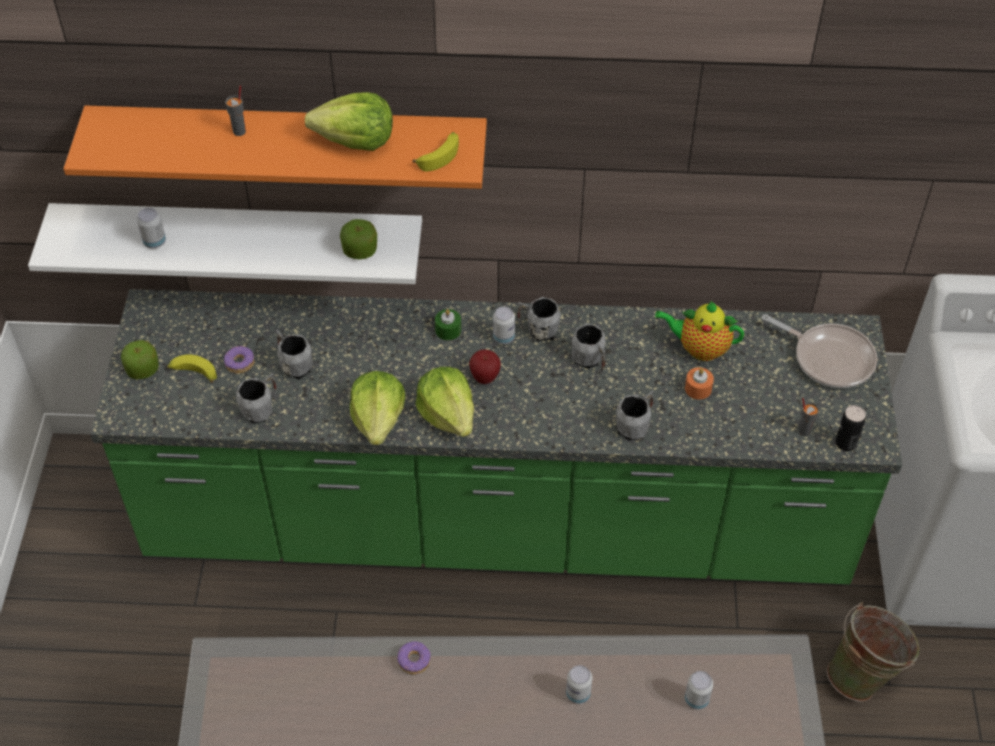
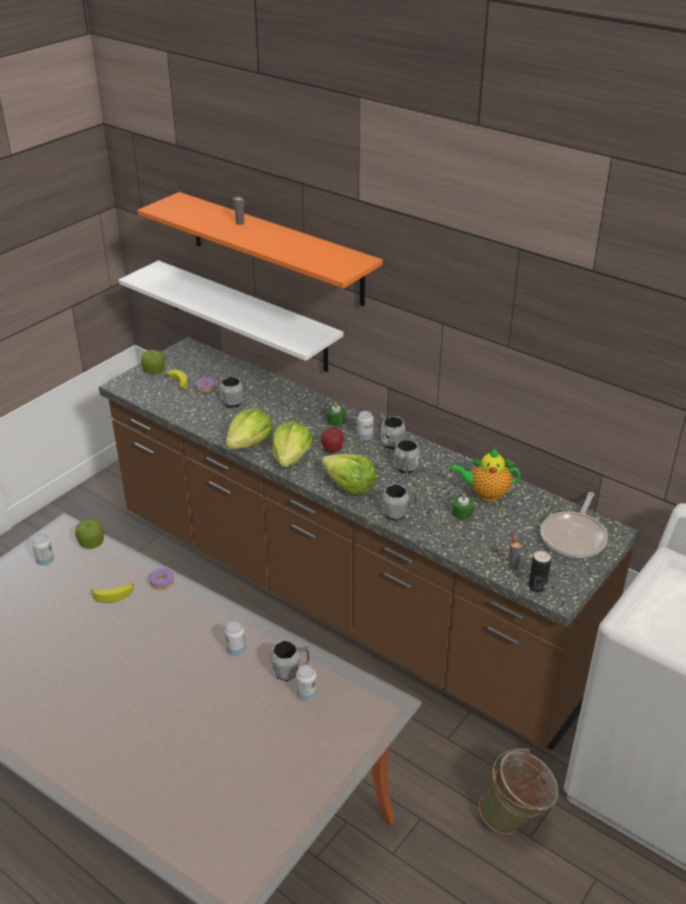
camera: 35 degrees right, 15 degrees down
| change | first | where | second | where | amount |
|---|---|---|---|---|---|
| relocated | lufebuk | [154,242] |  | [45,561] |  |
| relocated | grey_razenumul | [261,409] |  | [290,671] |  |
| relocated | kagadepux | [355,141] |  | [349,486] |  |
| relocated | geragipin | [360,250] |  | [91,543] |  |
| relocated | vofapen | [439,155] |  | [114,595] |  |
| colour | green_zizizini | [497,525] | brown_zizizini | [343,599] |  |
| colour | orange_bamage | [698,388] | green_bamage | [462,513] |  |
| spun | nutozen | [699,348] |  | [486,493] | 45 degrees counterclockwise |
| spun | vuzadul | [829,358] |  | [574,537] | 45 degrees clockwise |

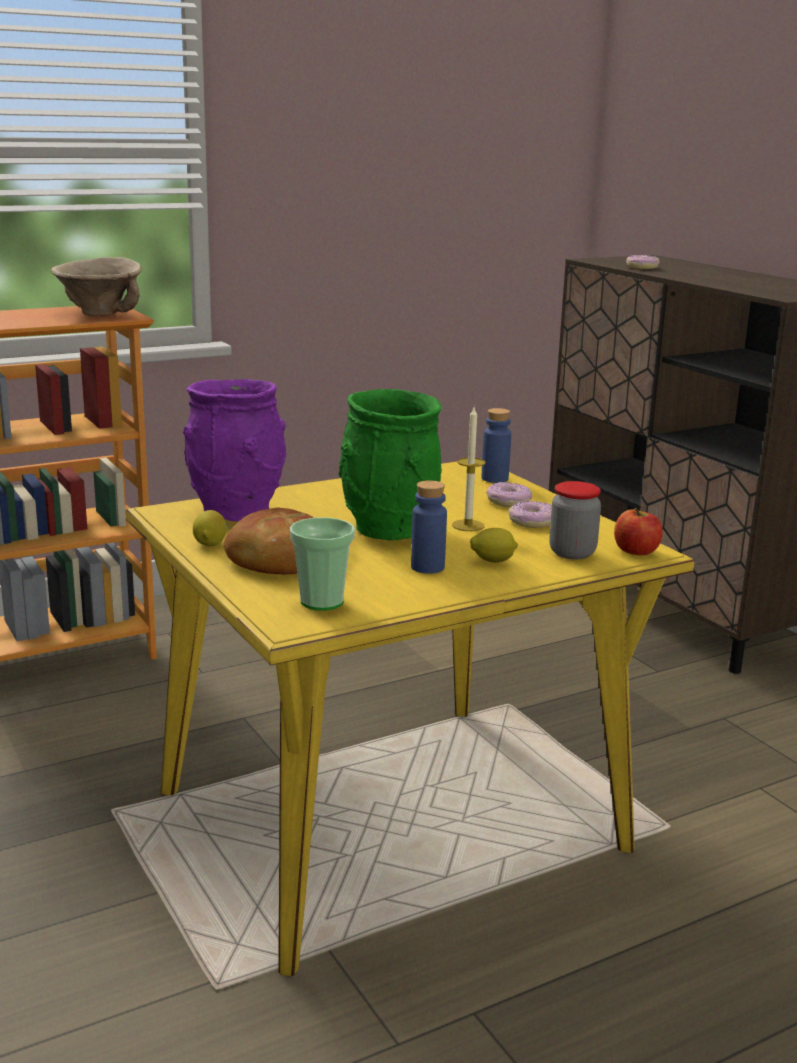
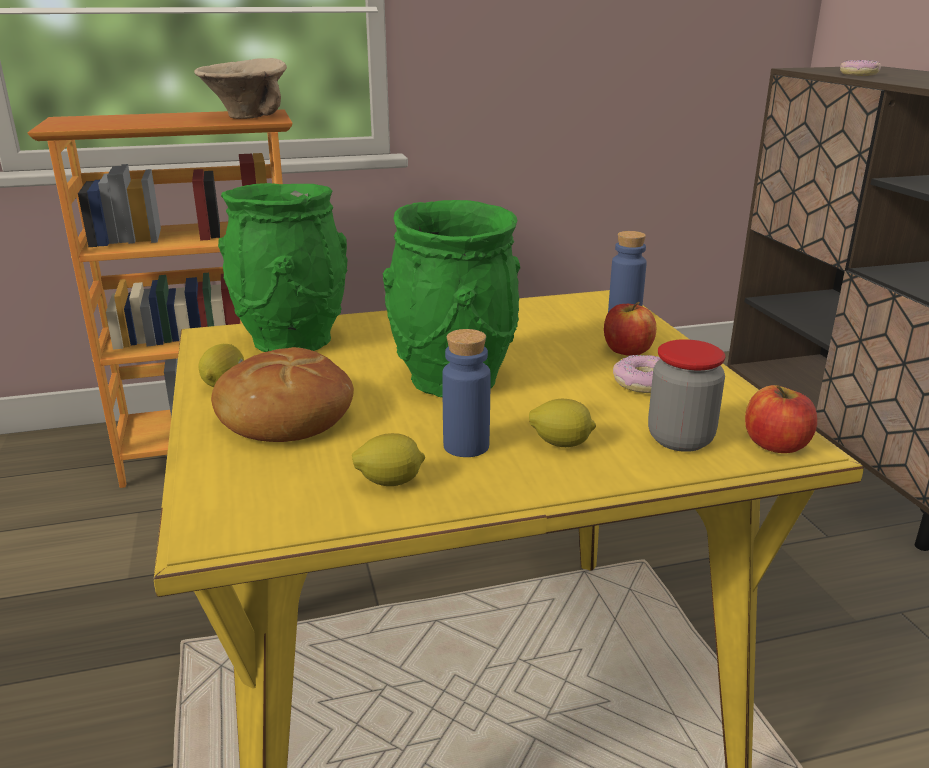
camera: 15 degrees right, 5 degrees up
| change | first | where | second | where | amount |
|---|---|---|---|---|---|
| missing | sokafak | [322,601] |  |  |  |
| missing | bamage | [468,525] |  |  |  |
| appeared |  |  | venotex | [390,482] |  |
| exchanged | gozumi | [509,502] | geragipin | [627,351] |  |
| colour | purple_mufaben | [237,511] | green_mufaben | [294,341] |  |

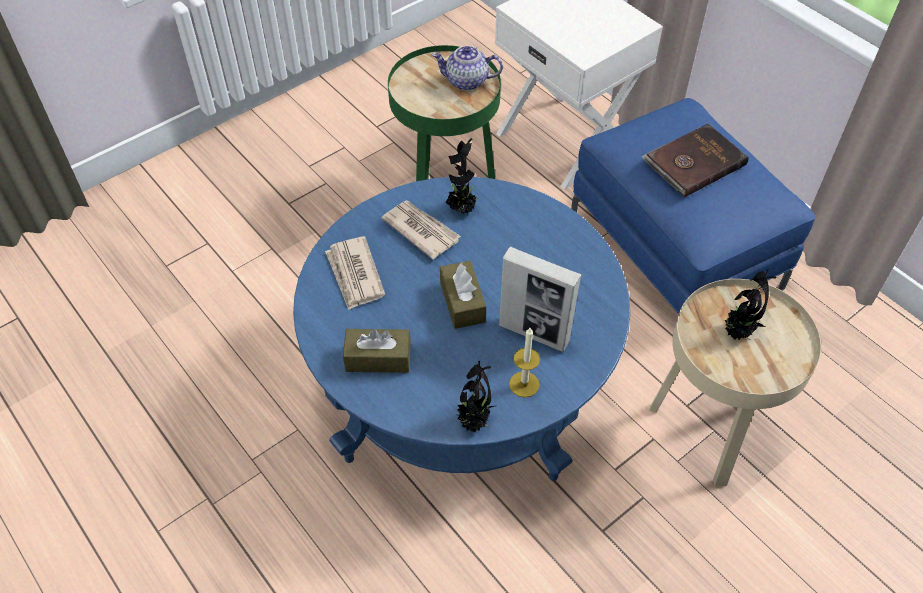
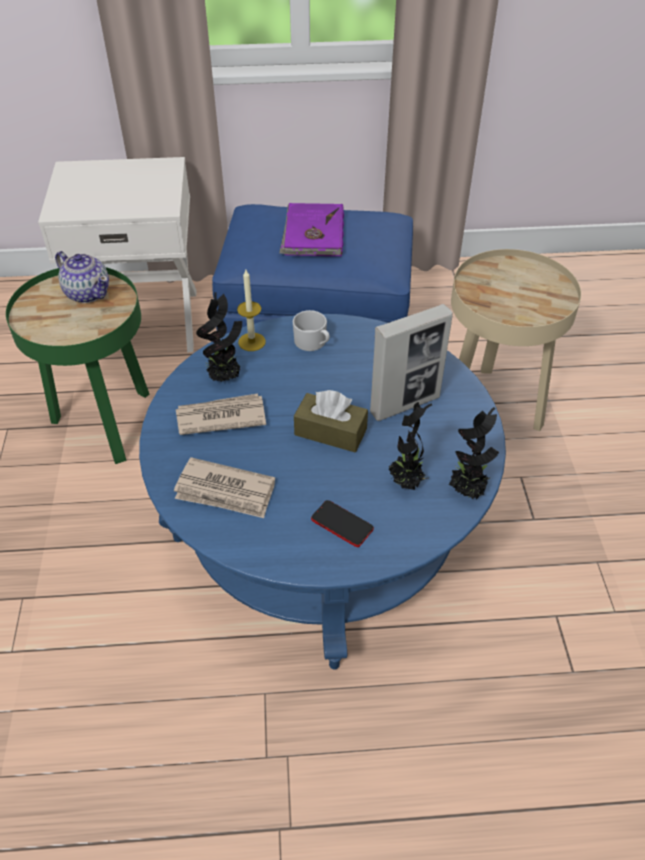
camera: 55 degrees left, 5 degrees down
| change | first | where | second | where | amount |
|---|---|---|---|---|---|
| appeared |  |  | white_razenumul | [313,343] |  |
| relocated | bamage | [524,384] |  | [252,342] |  |
| relocated | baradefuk | [738,333] |  | [407,482] |  |
| exchanged | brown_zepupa | [378,358] | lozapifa | [342,524] |  |
| colour | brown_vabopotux | [693,162] | purple_vabopotux | [312,234] |  |
| spun | nutozen | [467,81] |  | [87,293] | 90 degrees counterclockwise |

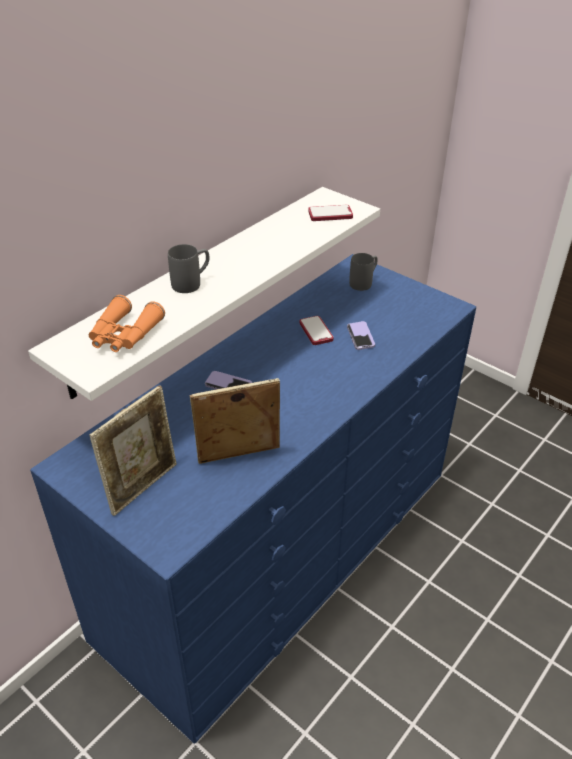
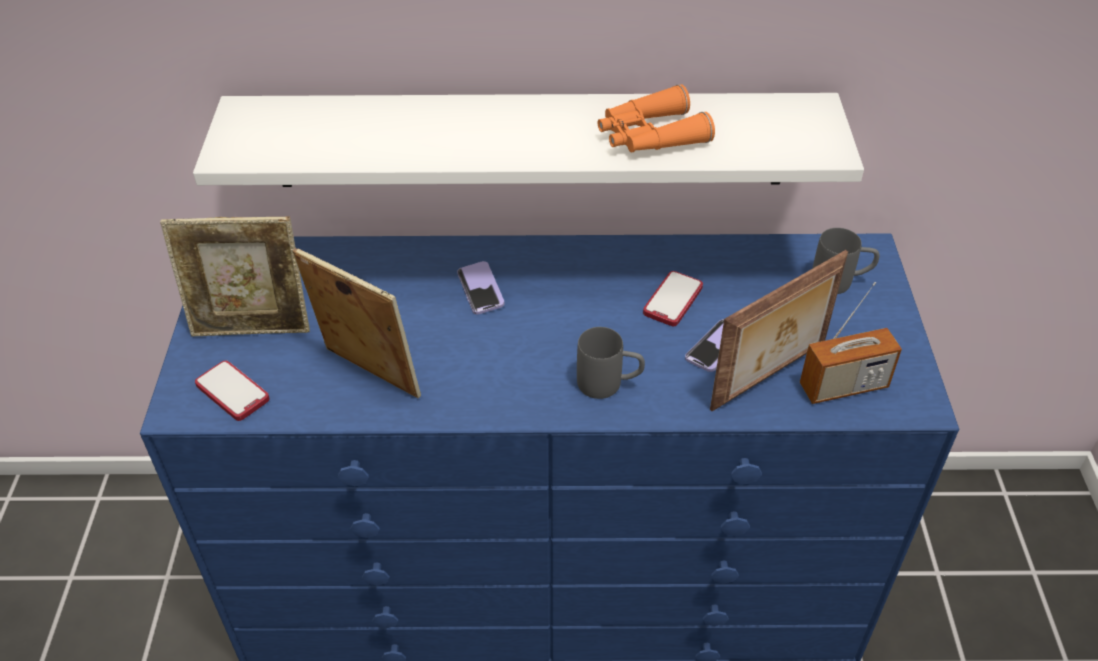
camera: 50 degrees right, 5 degrees up
| change | first | where | second | where | amount |
|---|---|---|---|---|---|
| appeared |  |  | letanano | [770,376] |  |
| appeared |  |  | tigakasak | [843,386] |  |
| relocated | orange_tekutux | [124,335] |  | [650,136] |  |
| relocated | grey_razenumul | [192,283] |  | [609,384] |  |
| relocated | lozapifa | [330,214] |  | [232,392] |  |

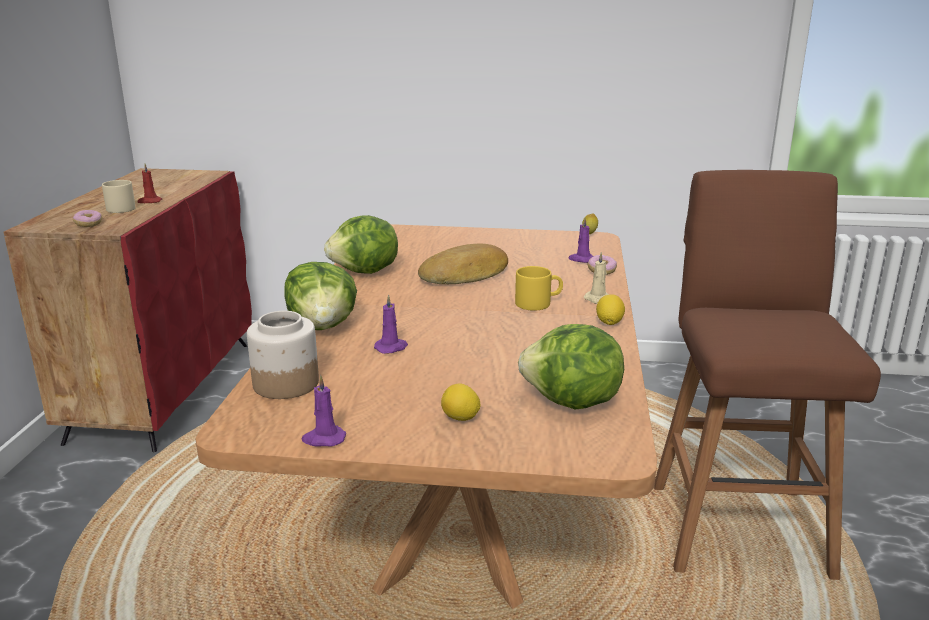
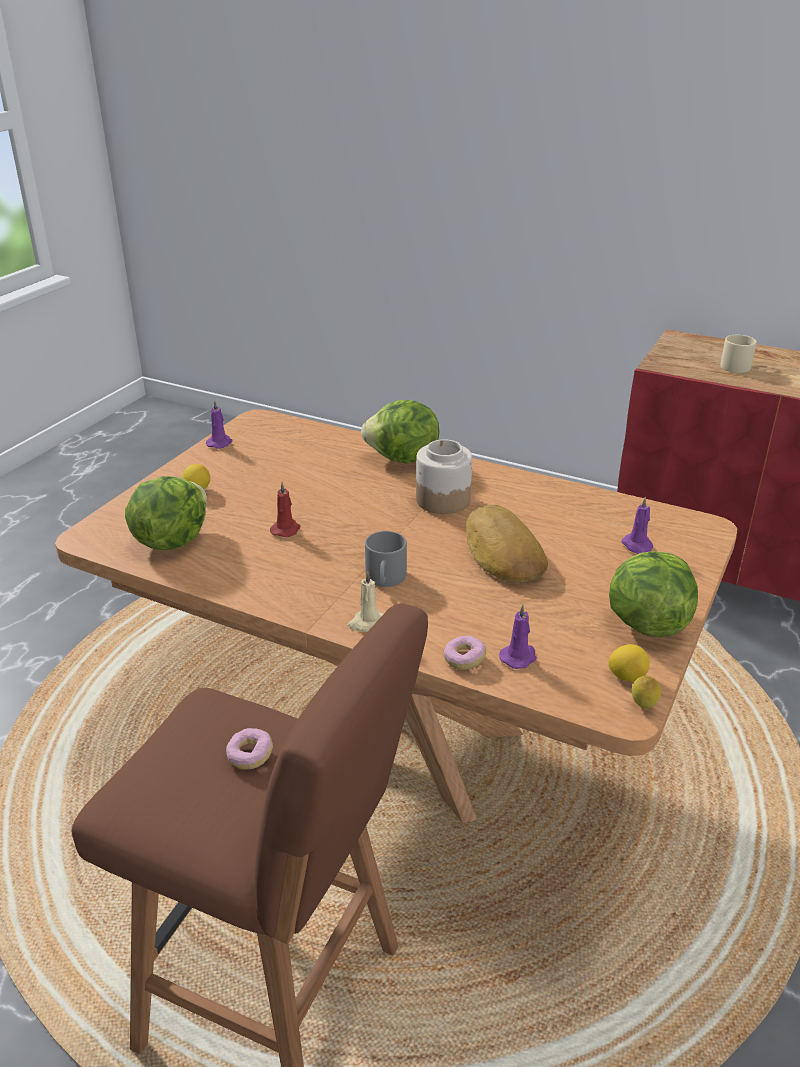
camera: 110 degrees right, 10 degrees up
| change | first | where | second | where | amount |
|---|---|---|---|---|---|
| relocated | gozumi | [88,224] |  | [250,756] |  |
| relocated | red_bamage | [149,201] |  | [286,529] |  |
| relocated | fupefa | [285,384] |  | [442,500] |  |
| relocated | kagadepux | [365,272] |  | [646,623] |  |
| relocated | purple_bamage | [391,348] |  | [638,546] |  |
| relocated | venotex | [609,322] |  | [626,676] |  |
| colour | yellow_razenumul | [538,303] | grey_razenumul | [386,579] |  |

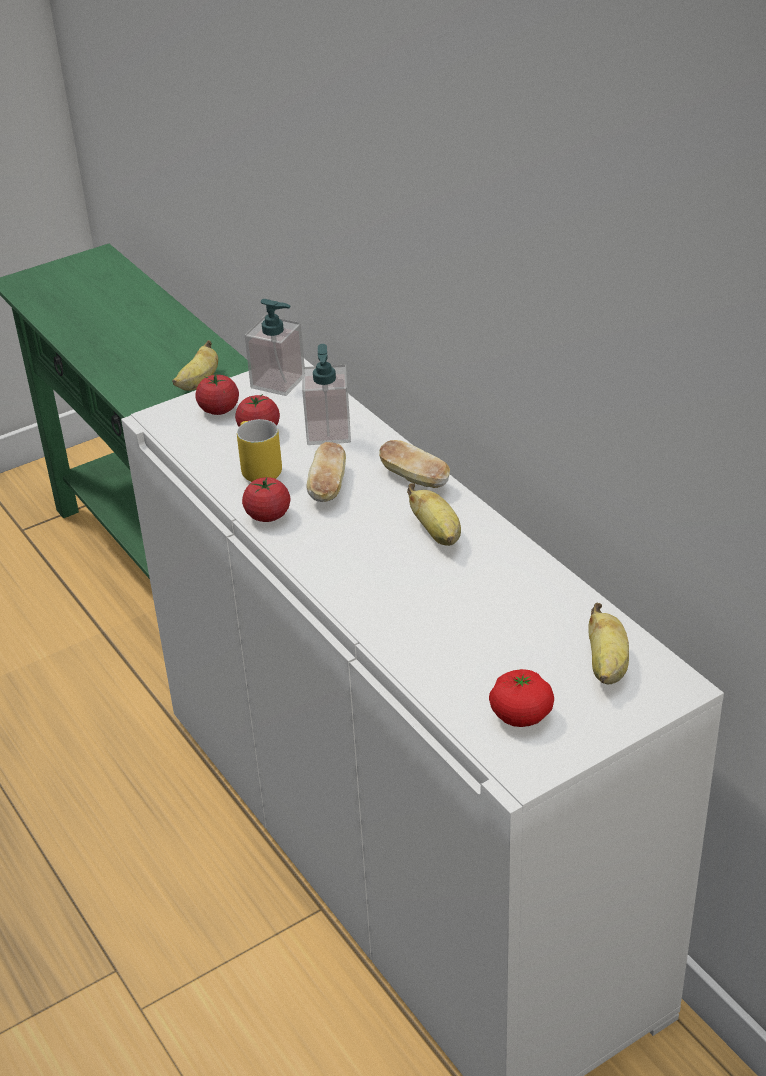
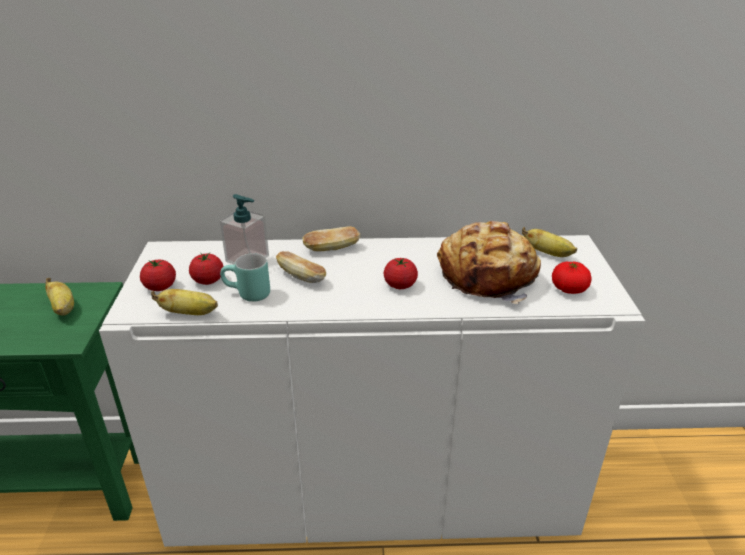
camera: 60 degrees left, 5 degrees down
| change | first | where | second | where | amount |
|---|---|---|---|---|---|
| missing | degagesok | [278,382] |  |  |  |
| appeared |  |  | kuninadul | [488,275] |  |
| relocated | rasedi | [268,515] |  | [400,285] |  |
| relocated | vofapen | [437,534] |  | [190,313] |  |
| colour | yellow_razenumul | [255,469] | turquoise_razenumul | [247,295] |  |

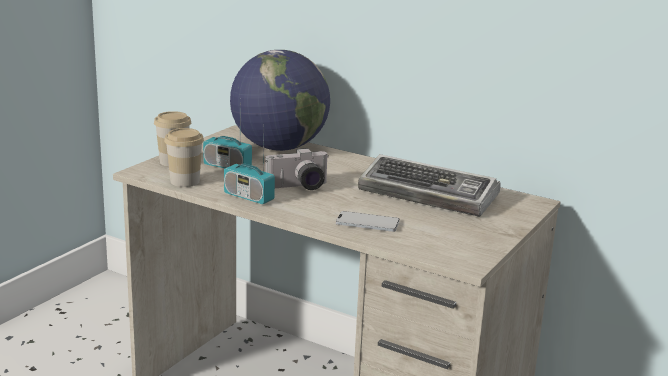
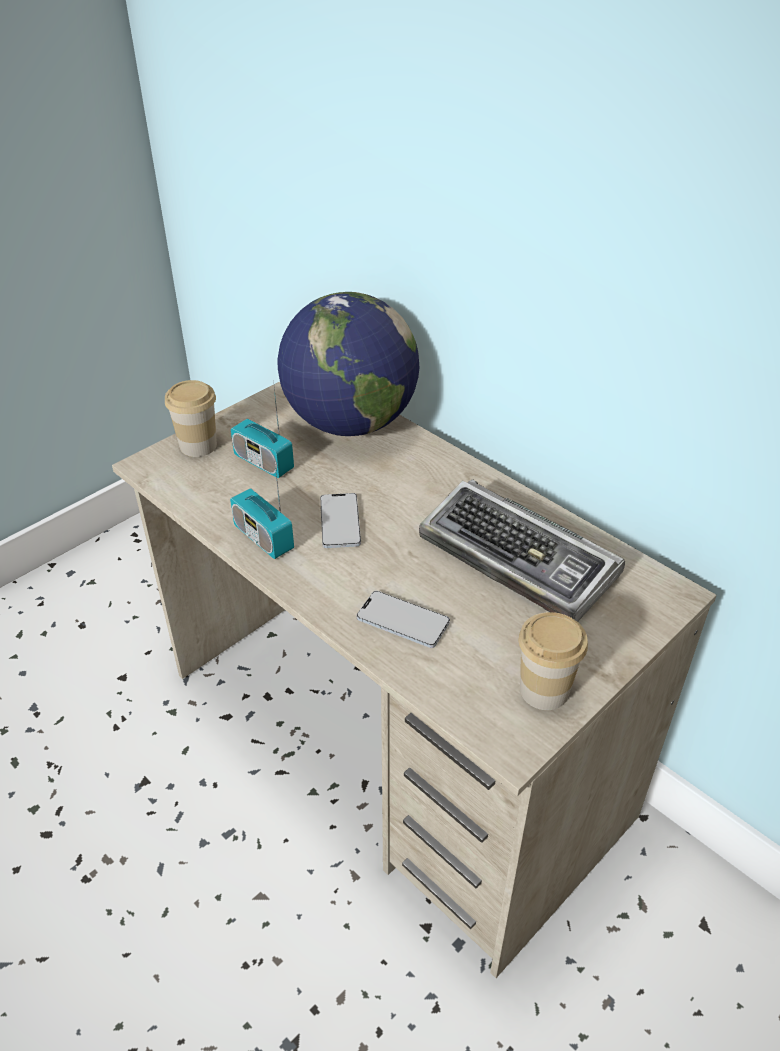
camera: 15 degrees right, 20 degrees up
| change | first | where | second | where | amount |
|---|---|---|---|---|---|
| relocated | sokafak | [185,181] |  | [544,690] |  |
| exchanged | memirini | [298,187] | lozapifa | [340,521] |  |

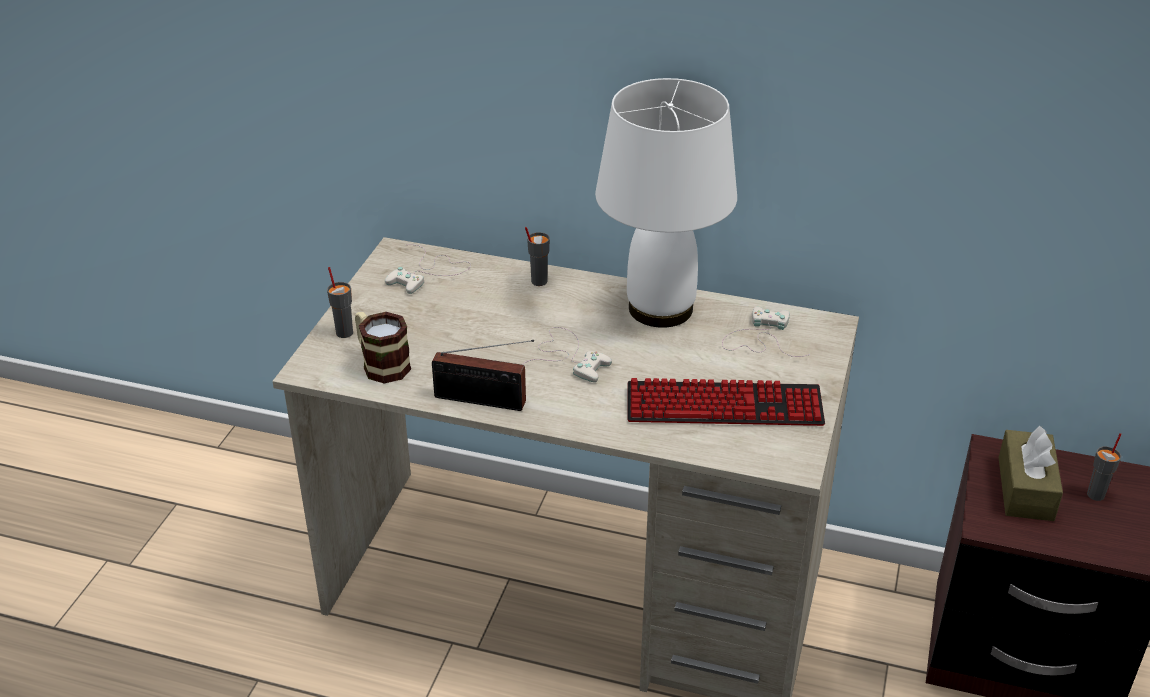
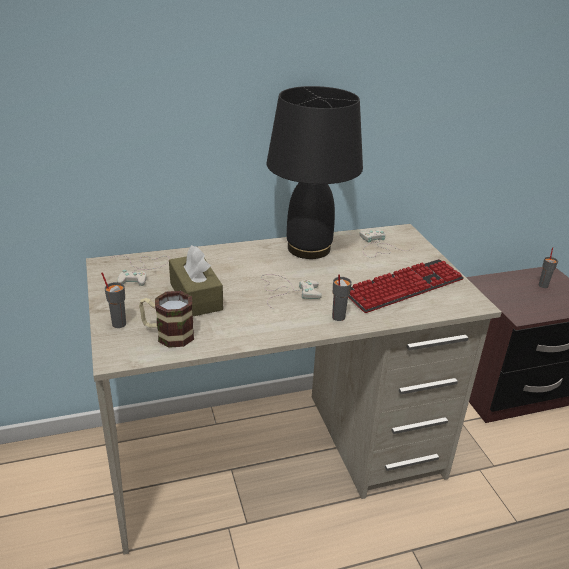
camera: 35 degrees left, 5 degrees down
| change | first | where | second | where | amount |
|---|---|---|---|---|---|
| missing | tigakasak | [485,401] |  |  |  |
| relocated | grey_sokafak | [538,281] |  | [338,317] |  |
| relocated | brown_zepupa | [1025,488] |  | [196,296] |  |
| colour | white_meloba | [660,308] | black_meloba | [308,248] |  |

